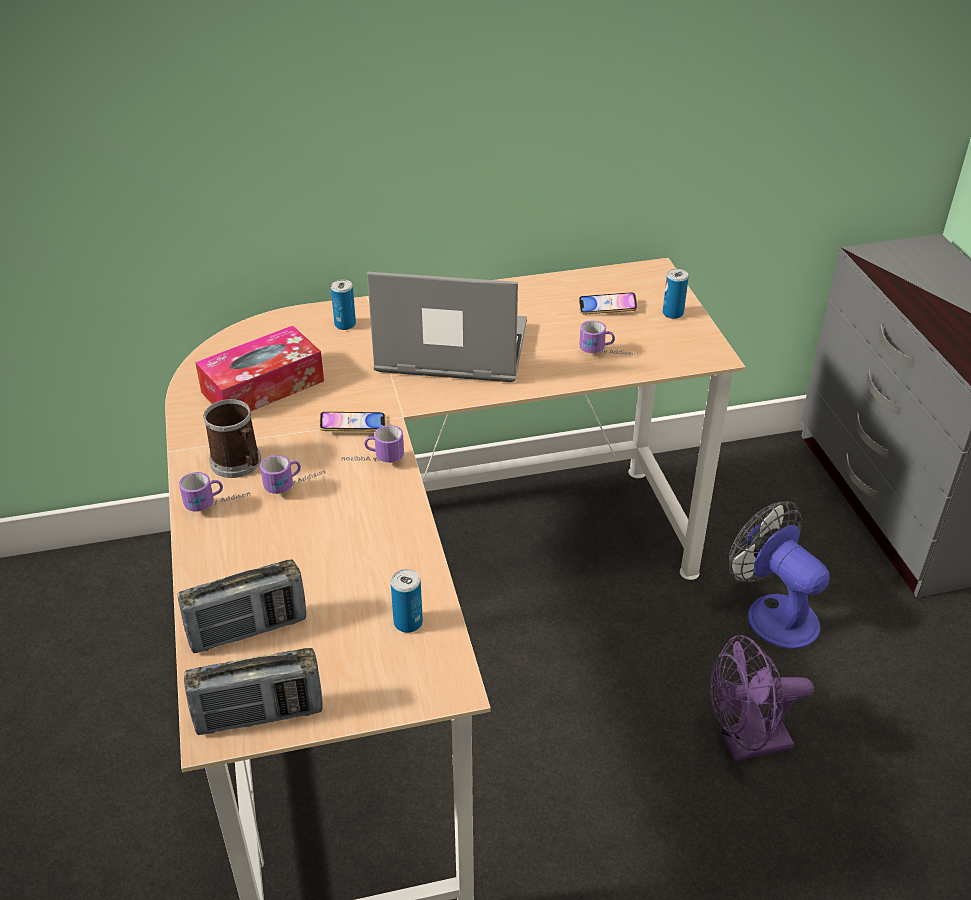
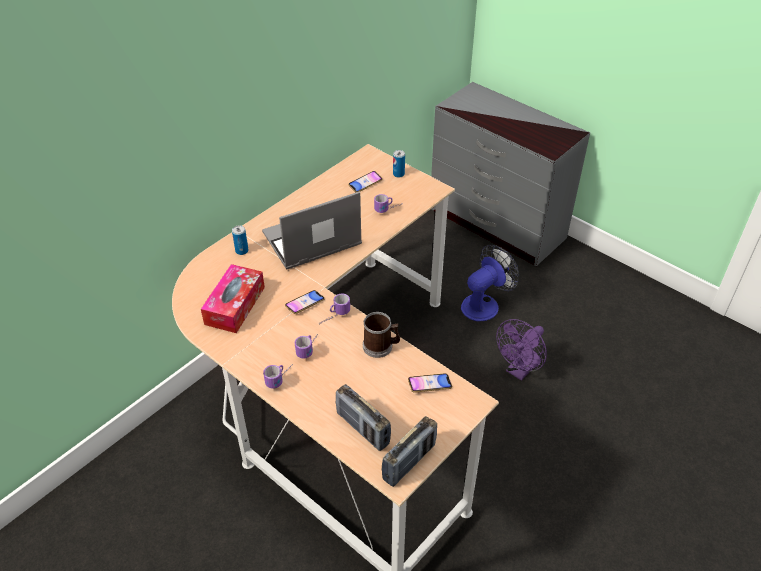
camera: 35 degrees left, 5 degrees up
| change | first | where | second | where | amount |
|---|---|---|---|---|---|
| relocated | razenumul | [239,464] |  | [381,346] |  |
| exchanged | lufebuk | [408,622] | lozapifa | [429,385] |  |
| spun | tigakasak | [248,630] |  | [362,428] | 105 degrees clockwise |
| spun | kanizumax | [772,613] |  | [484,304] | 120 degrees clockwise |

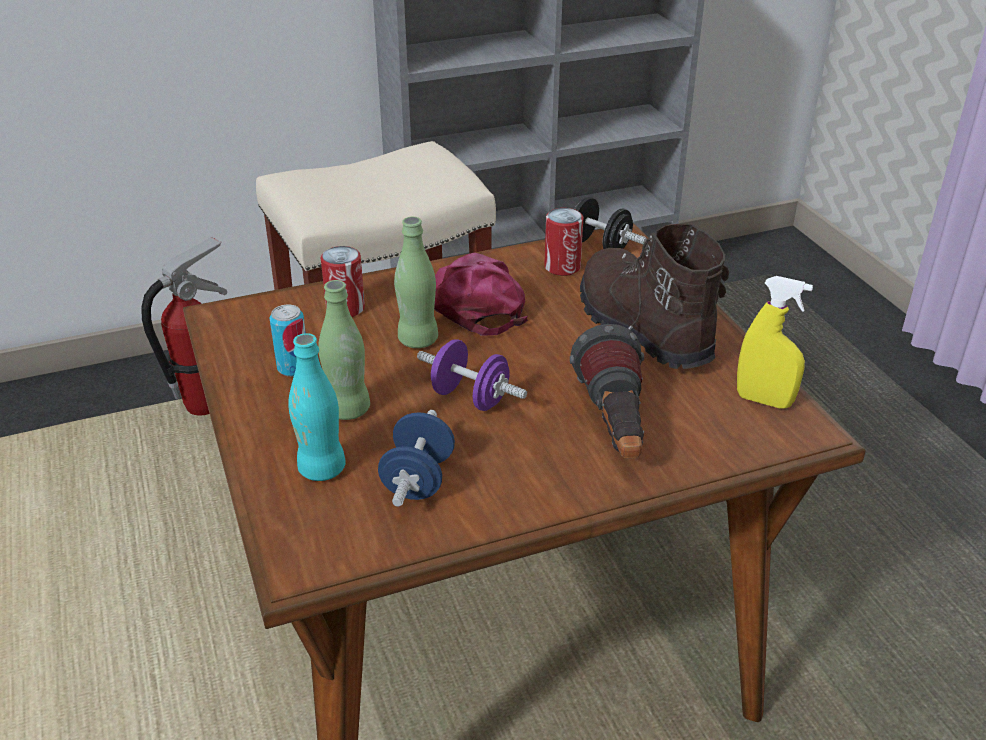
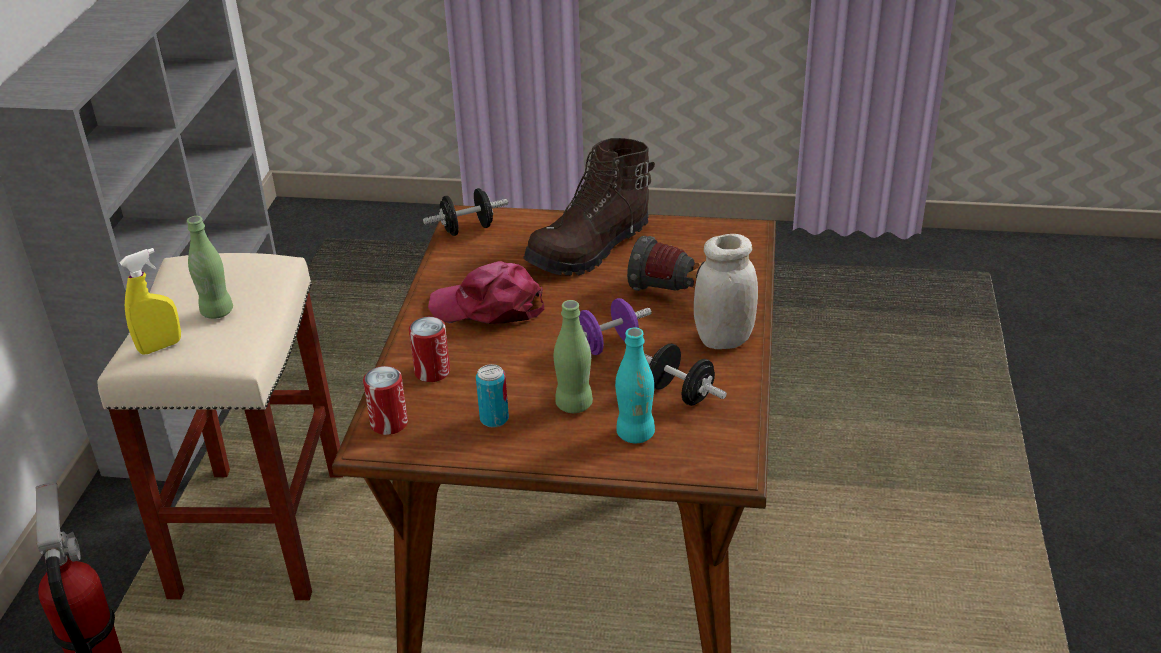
camera: 60 degrees left, 0 degrees up
| change | first | where | second | where | amount |
|---|---|---|---|---|---|
| appeared |  |  | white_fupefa | [724,339] |  |
| relocated | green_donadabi | [418,340] |  | [217,312] |  |
| relocated | lufebuk | [562,267] |  | [389,423] |  |
| relocated | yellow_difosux | [764,400] |  | [160,346] |  |
| colour | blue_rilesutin | [418,480] | black_rilesutin | [680,393] |  |
| spun | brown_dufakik | [641,329] |  | [591,249] | 45 degrees counterclockwise |

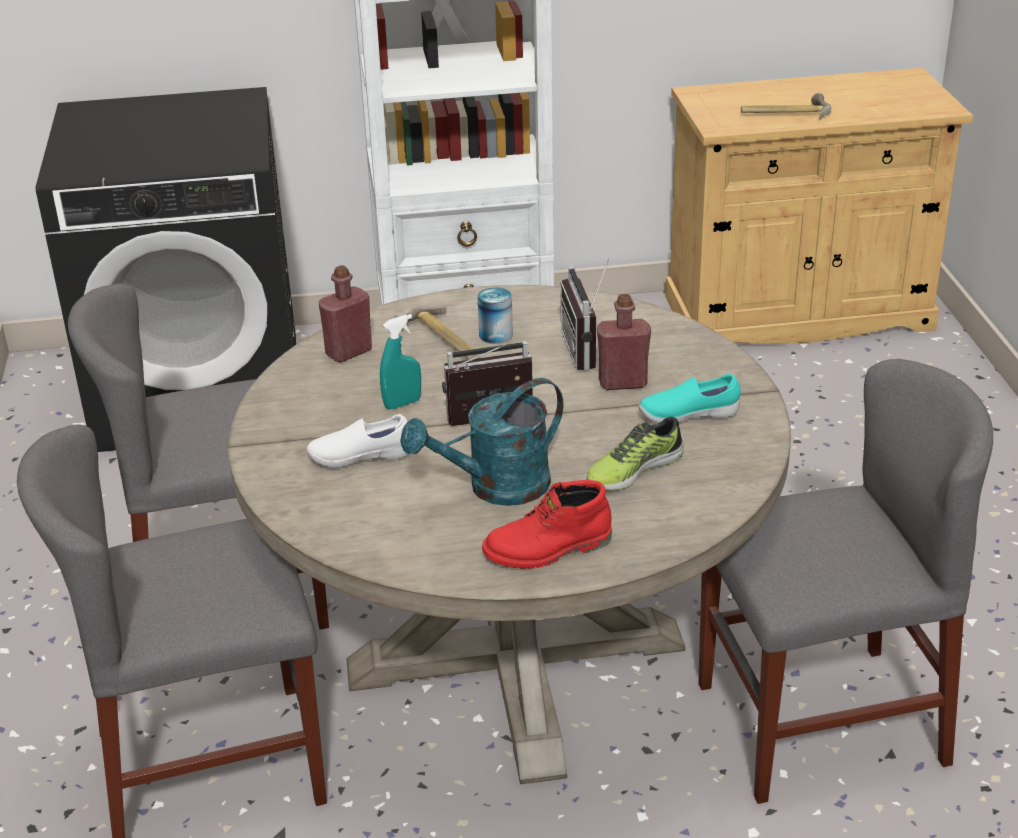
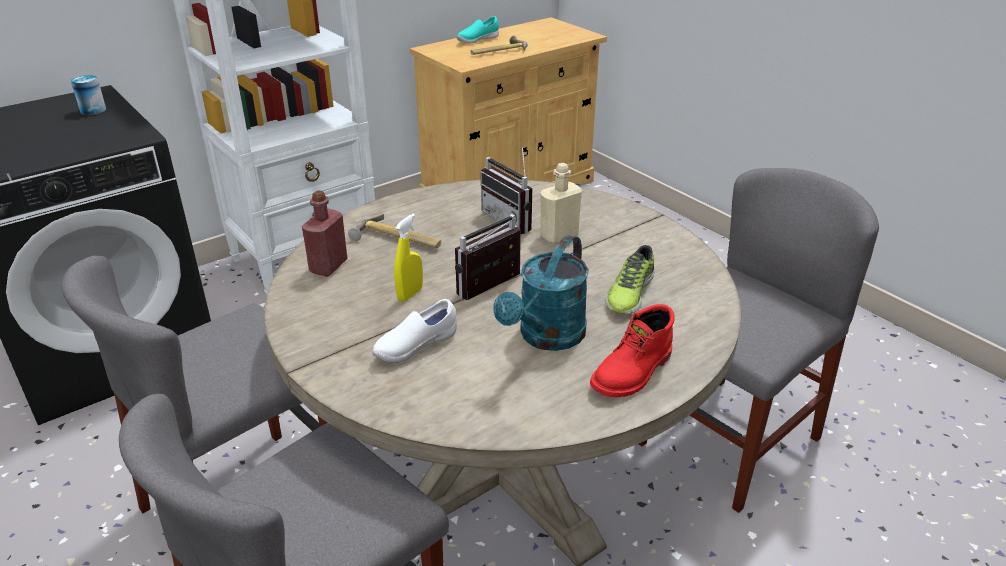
camera: 30 degrees left, 0 degrees up
| change | first | where | second | where | amount |
|---|---|---|---|---|---|
| relocated | lufebuk | [495,335] |  | [93,110] |  |
| relocated | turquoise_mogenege | [688,415] |  | [477,40] |  |
| colour | turquoise_difosux | [402,403] | yellow_difosux | [410,294] |  |
| colour | red_donadabi | [622,383] | beige_donadabi | [559,235] |  |

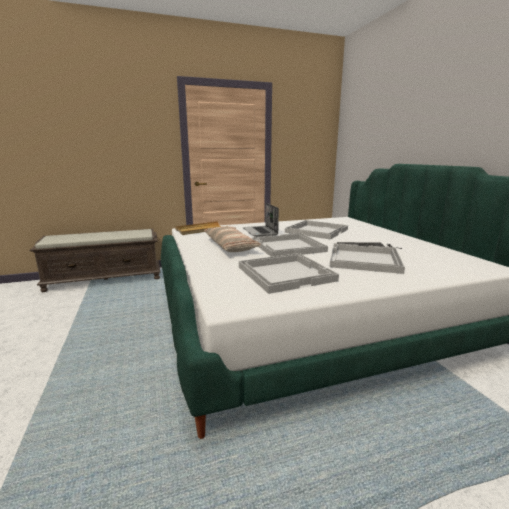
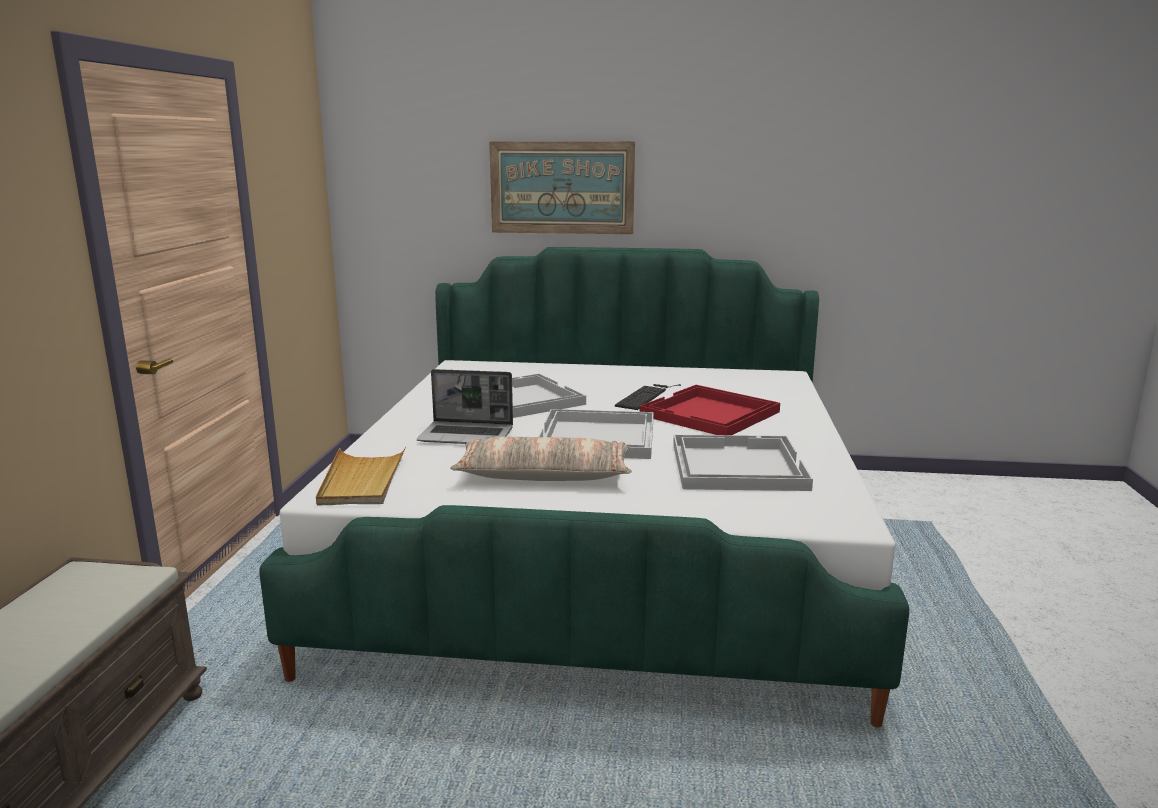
camera: 65 degrees left, 0 degrees up
| change | first | where | second | where | amount |
|---|---|---|---|---|---|
| appeared |  |  | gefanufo | [562,187] |  |
| colour | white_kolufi | [363,259] | red_kolufi | [710,414] |  |

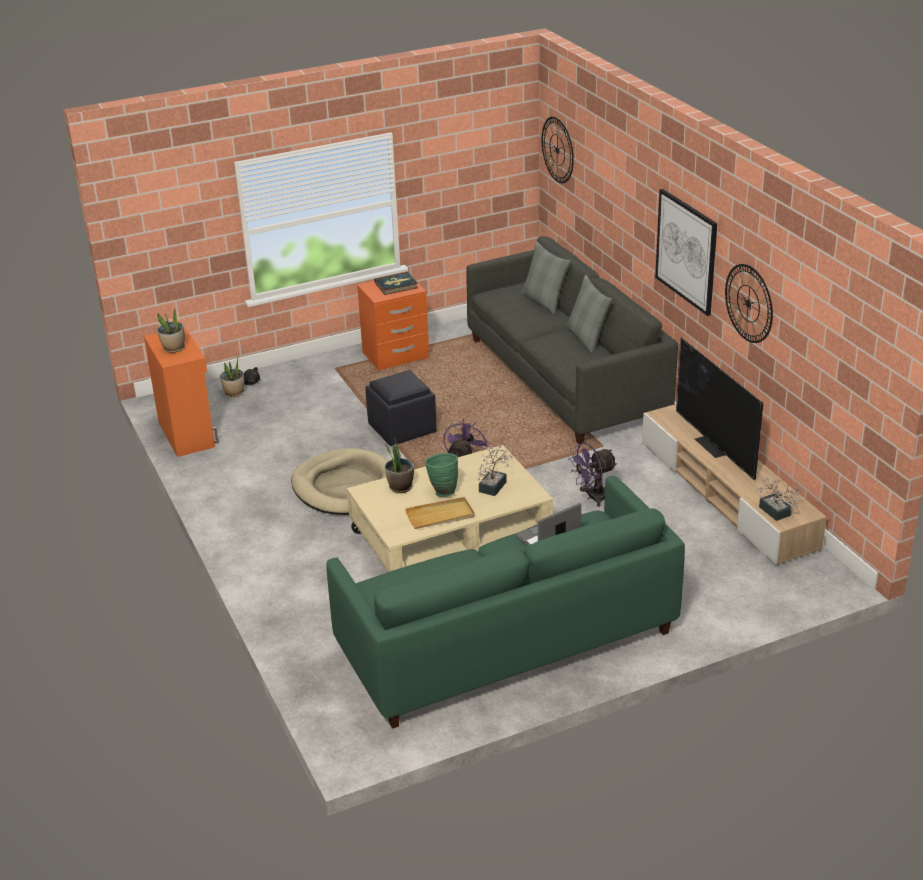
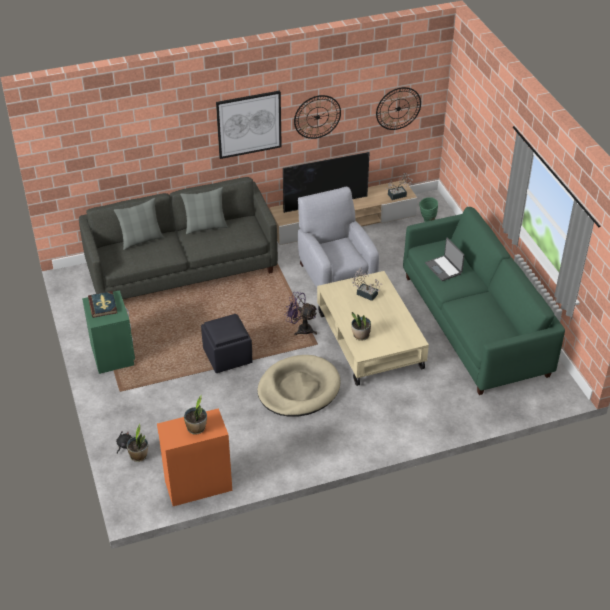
camera: 85 degrees left, 10 degrees up
| change | first | where | second | where | amount |
|---|---|---|---|---|---|
| missing | beige_kolufi | [440,516] |  |  |  |
| relocated | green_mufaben | [442,491] |  | [427,221] |  |
| relocated | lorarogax | [557,150] |  | [398,108] |  |
| exchanged | purple_kanizumax | [592,497] | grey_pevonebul | [335,274] |  |
| colour | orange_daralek | [396,356] | green_daralek | [113,354] |  |

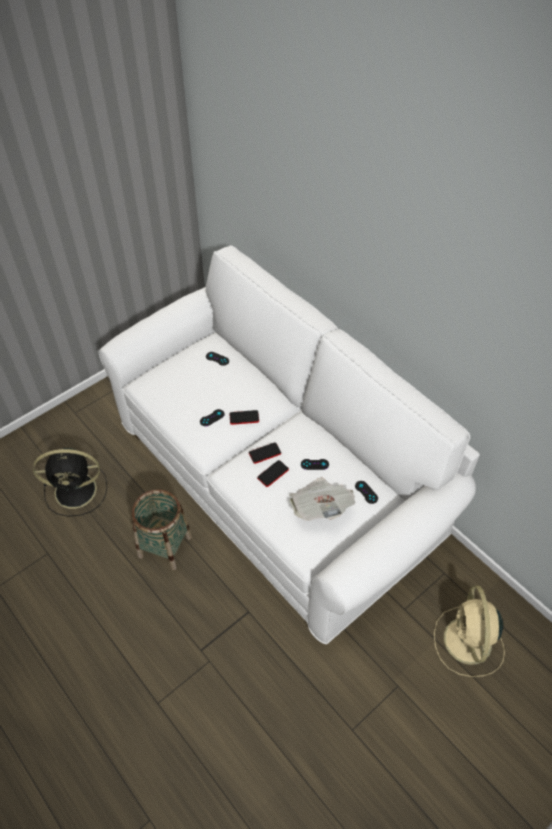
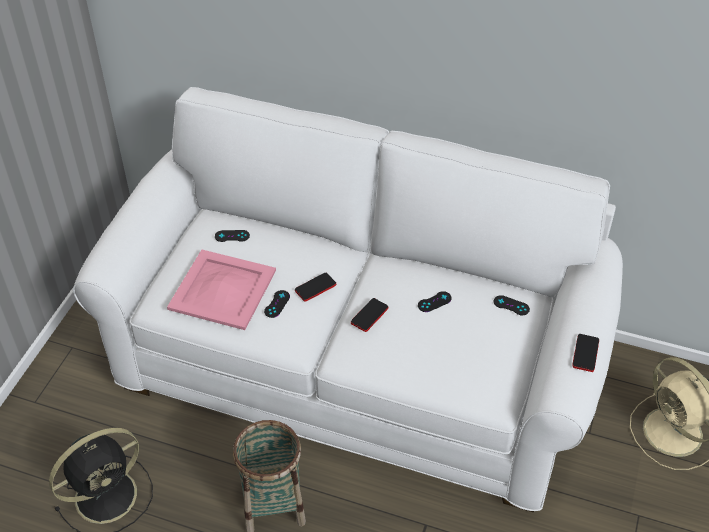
camera: 30 degrees left, 5 degrees down
| change | first | where | second | where | amount |
|---|---|---|---|---|---|
| missing | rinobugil | [320,507] |  |  |  |
| appeared |  |  | pink_kolufi | [223,289] |  |
| relocated | lozapifa | [273,474] |  | [585,353] |  |

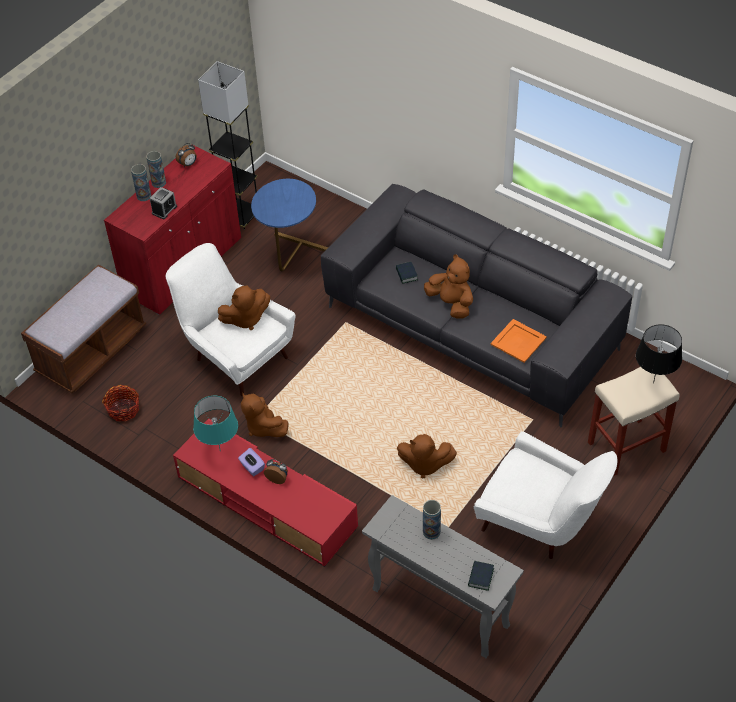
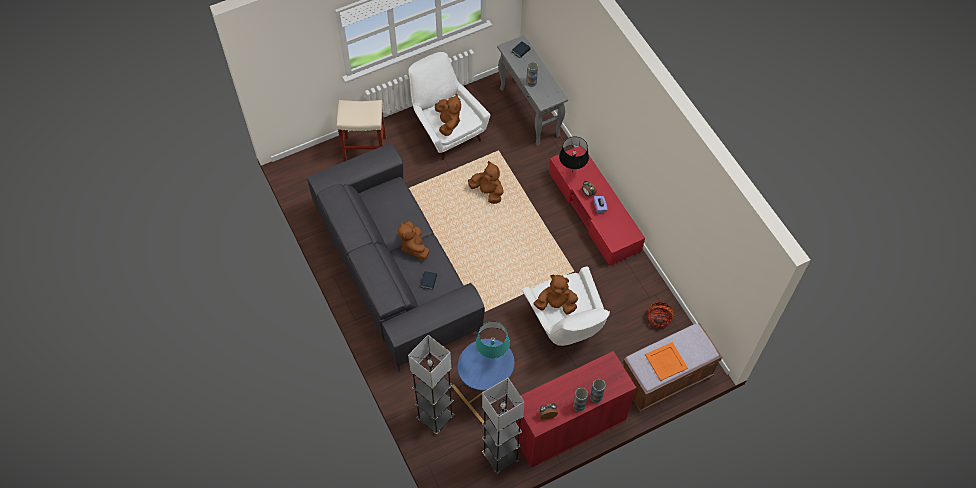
camera: 155 degrees left, 10 degrees up
| change | first | where | second | where | amount |
|---|---|---|---|---|---|
| missing | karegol | [164,210] |  |  |  |
| appeared |  |  | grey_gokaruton | [435,418] |  |
| relocated | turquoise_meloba | [220,451] |  | [492,355] |  |
| relocated | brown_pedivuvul | [263,427] |  | [448,123] |  |
| relocated | orange_kolufi | [519,341] |  | [665,361] |  |
| relocated | black_meloba | [653,383] |  | [572,171] |  |

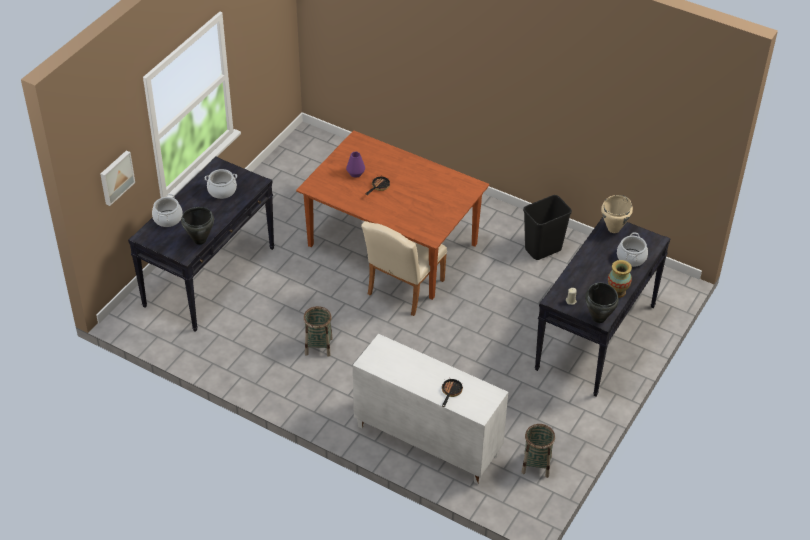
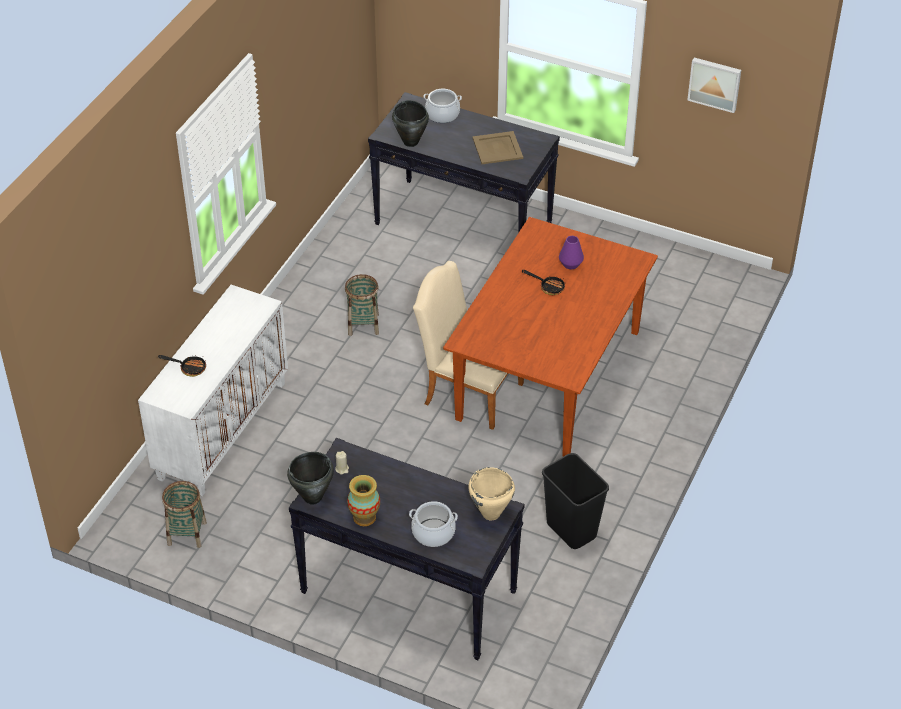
camera: 85 degrees right, 0 degrees up
| change | first | where | second | where | amount |
|---|---|---|---|---|---|
| relocated | gefanufo | [116,177] |  | [715,83] |  |
| exchanged | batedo | [222,190] | beige_kolufi | [498,148] |  |

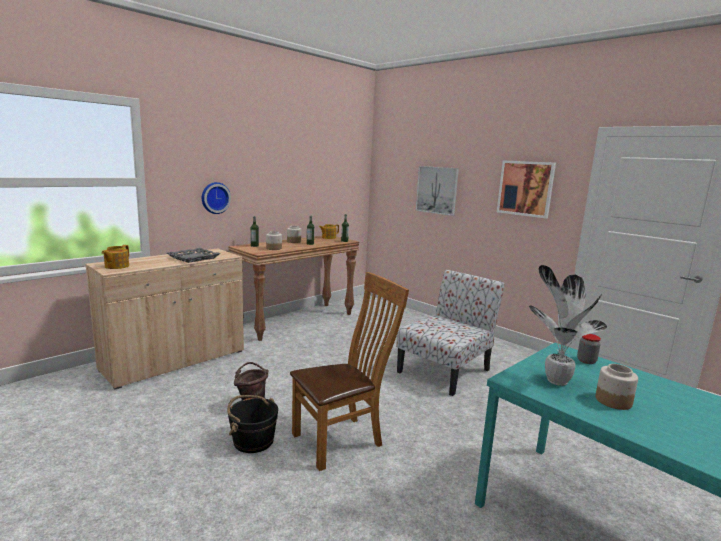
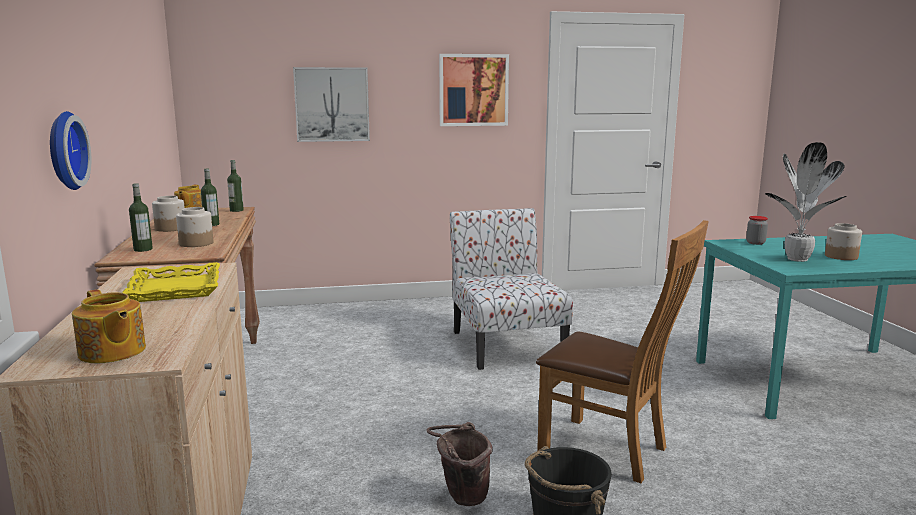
camera: 55 degrees left, 0 degrees up
| change | first | where | second | where | amount |
|---|---|---|---|---|---|
| colour | grey_kolufi | [193,258] | yellow_kolufi | [174,289] |  |
| spun | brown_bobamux | [342,439] |  | [611,452] | 120 degrees clockwise |

